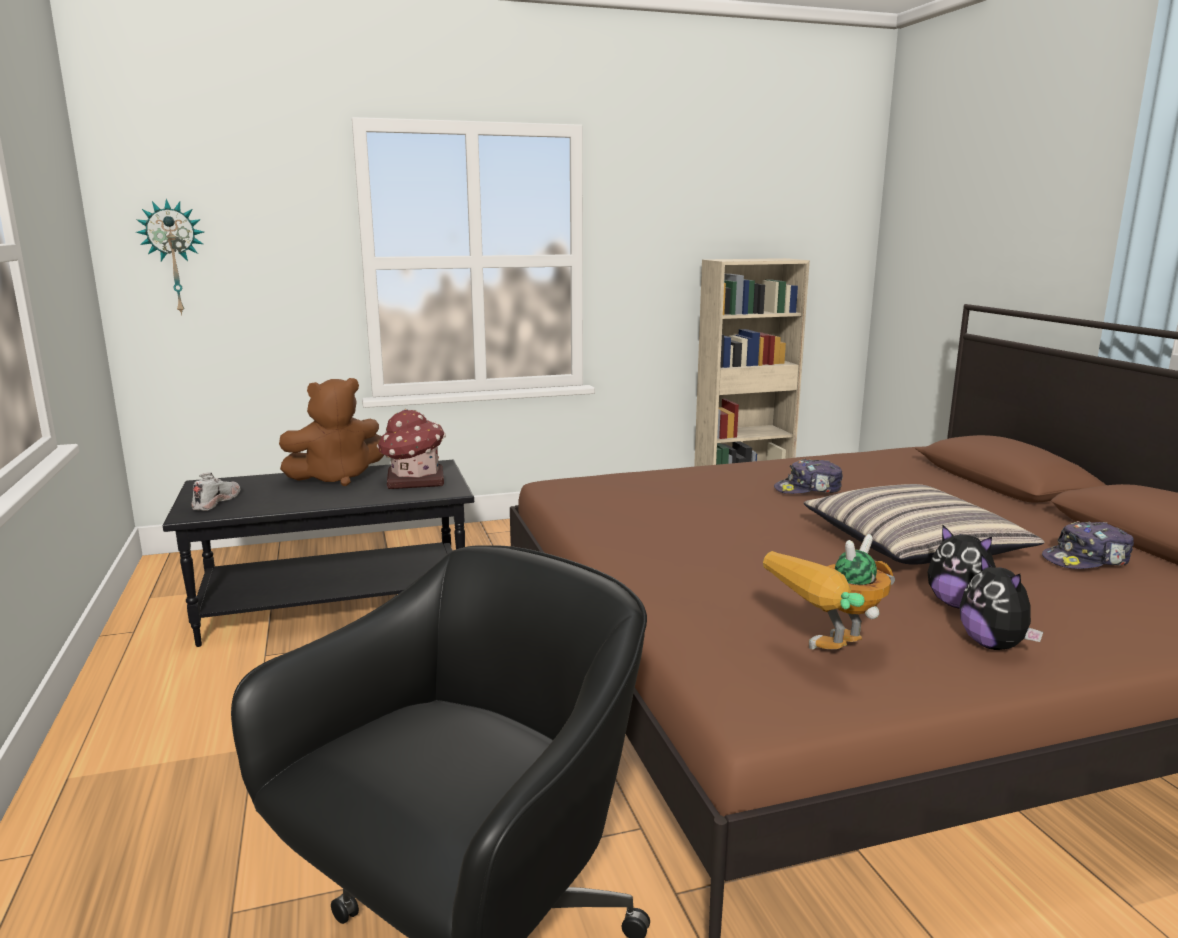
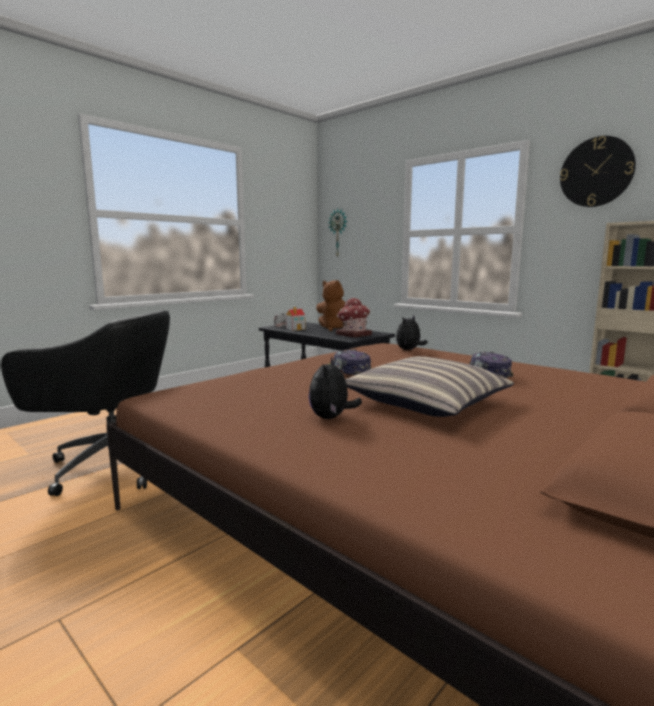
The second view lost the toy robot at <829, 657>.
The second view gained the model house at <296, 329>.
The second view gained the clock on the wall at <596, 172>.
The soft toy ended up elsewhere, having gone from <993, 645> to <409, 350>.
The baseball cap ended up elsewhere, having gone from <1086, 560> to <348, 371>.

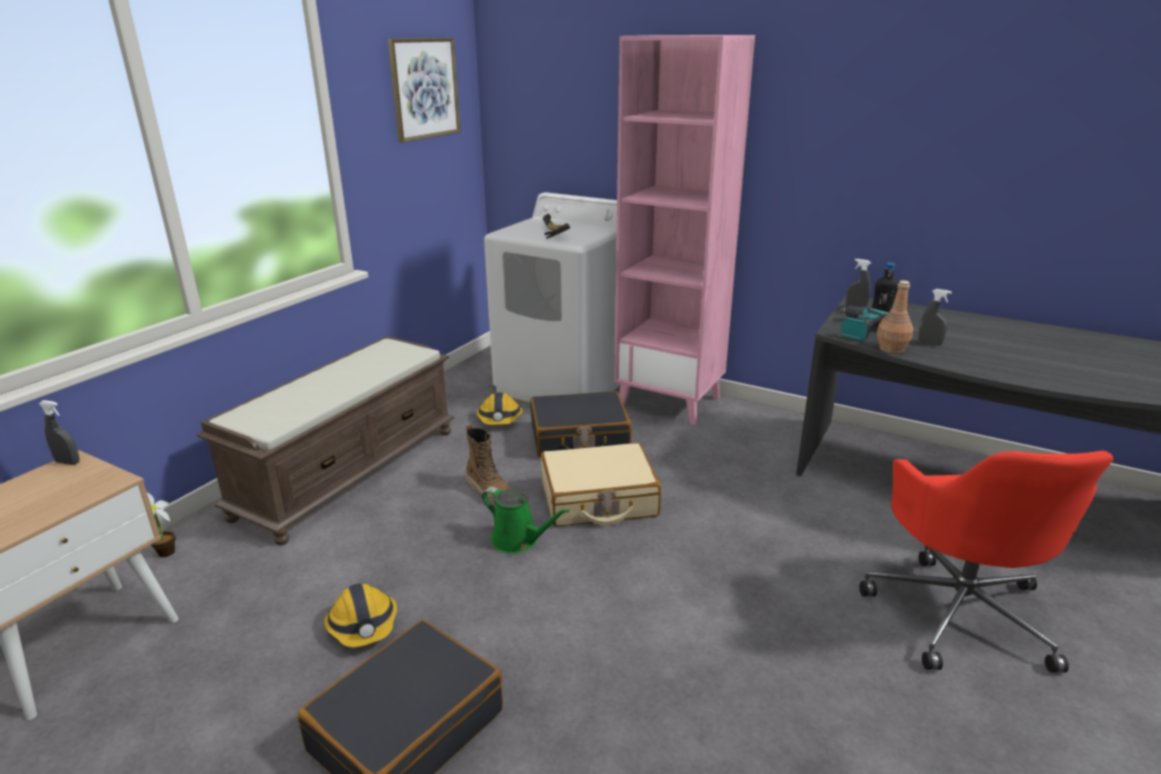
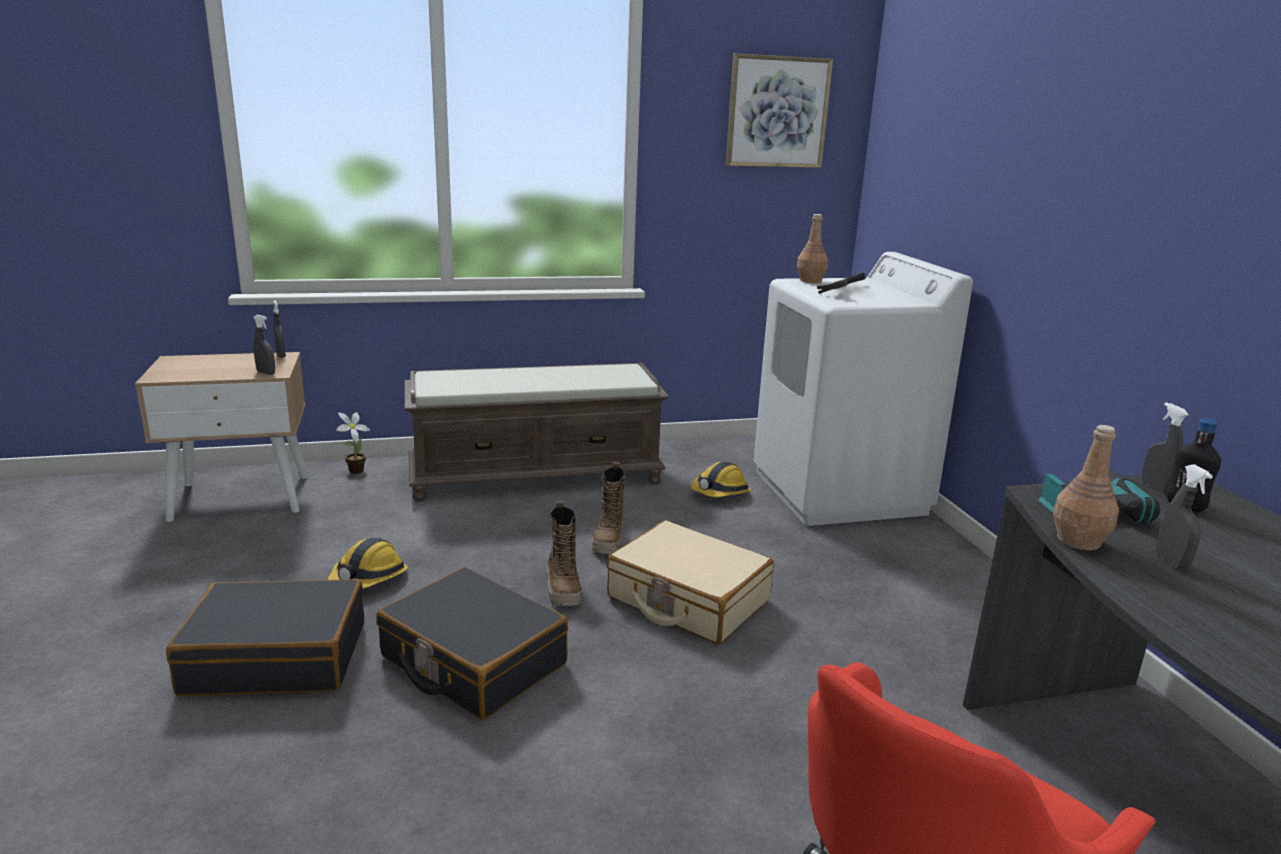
The second view lost the pink bookshelf at <670, 401>.
The second view gained the grey sprayer at <266, 373>.
The second view gained the brown-coloured drink bottle at <810, 280>.
The black piece of luggage ended up elsewhere, having gone from <579, 438> to <472, 661>.
Where the greenish watering can stood at <518, 540>, the boot came to stand at <563, 590>.

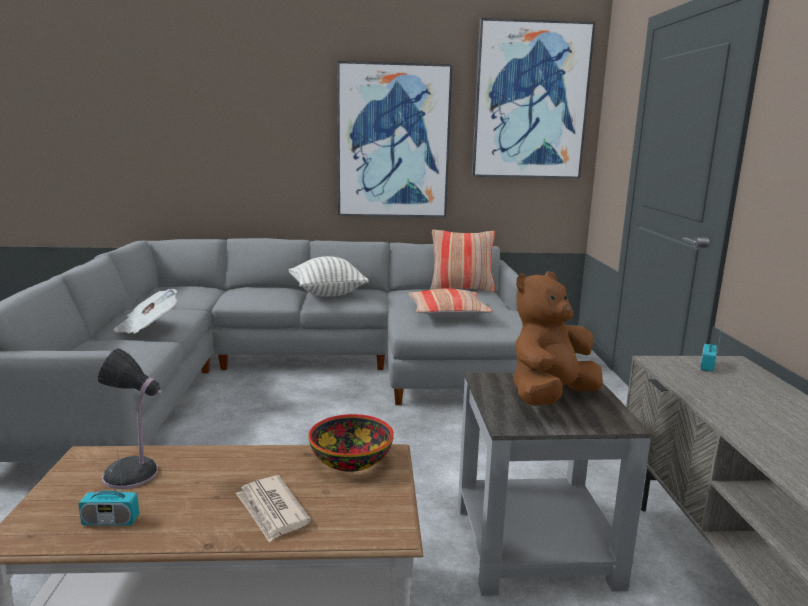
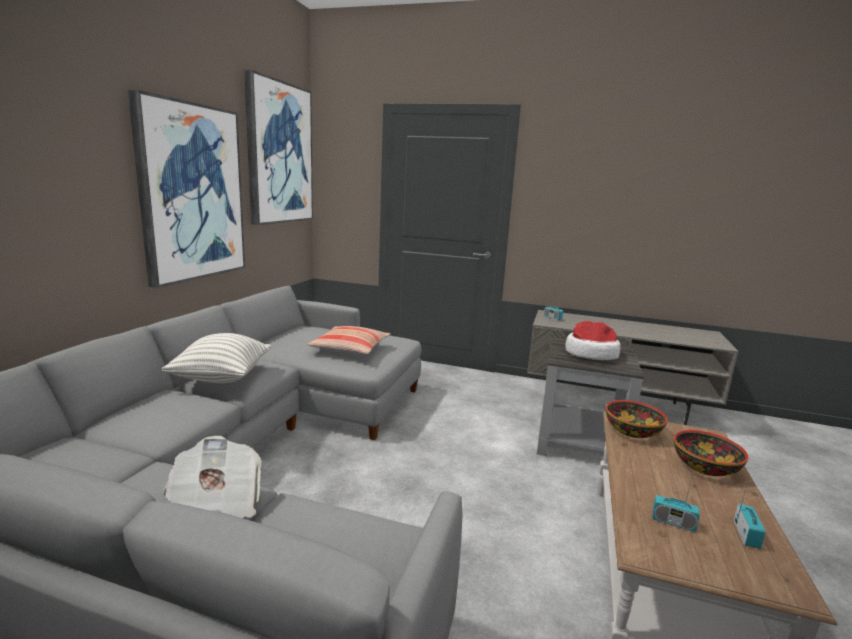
The second view lost the cushion at <461, 289>.
Where the table lamp stood at <134, 475>, the radio set came to stand at <673, 522>.
Where the daily paper stood at <272, 510>, the bowl came to stand at <704, 466>.
Where the brown-coloured soft toy stood at <550, 397>, the clothing hat came to stand at <590, 354>.

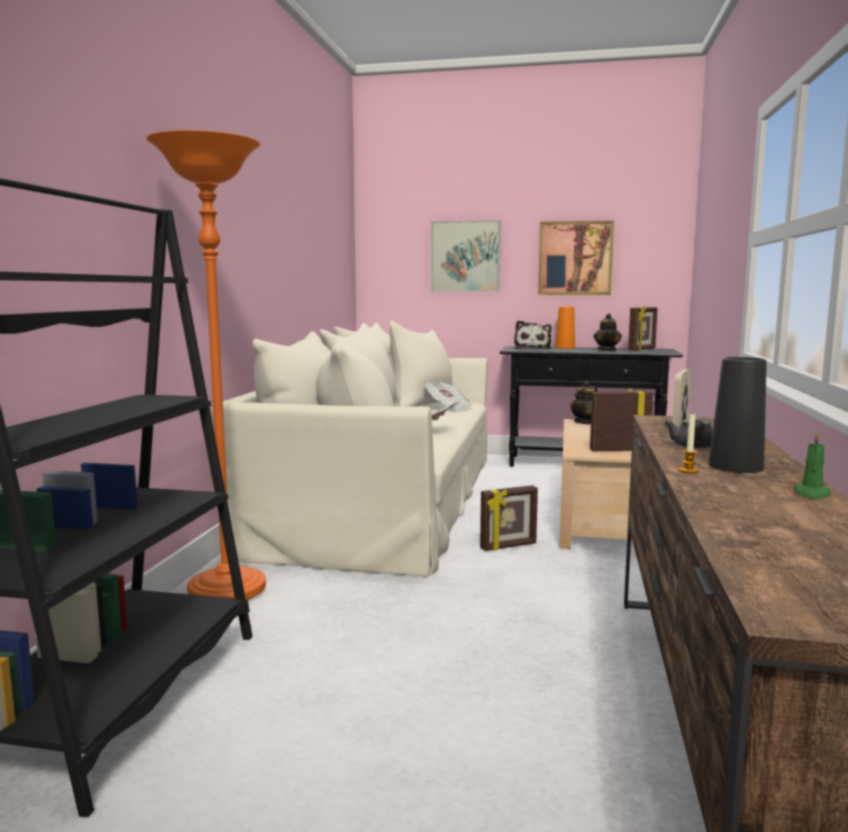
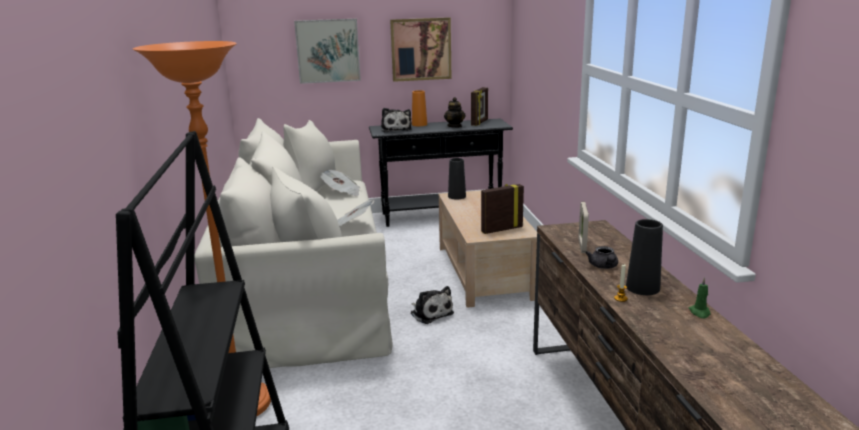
Where the photo frame stood at <508, 546>, the soft toy came to stand at <430, 313>.
Where the teapot stood at <585, 422>, the black flower vase came to stand at <457, 196>.

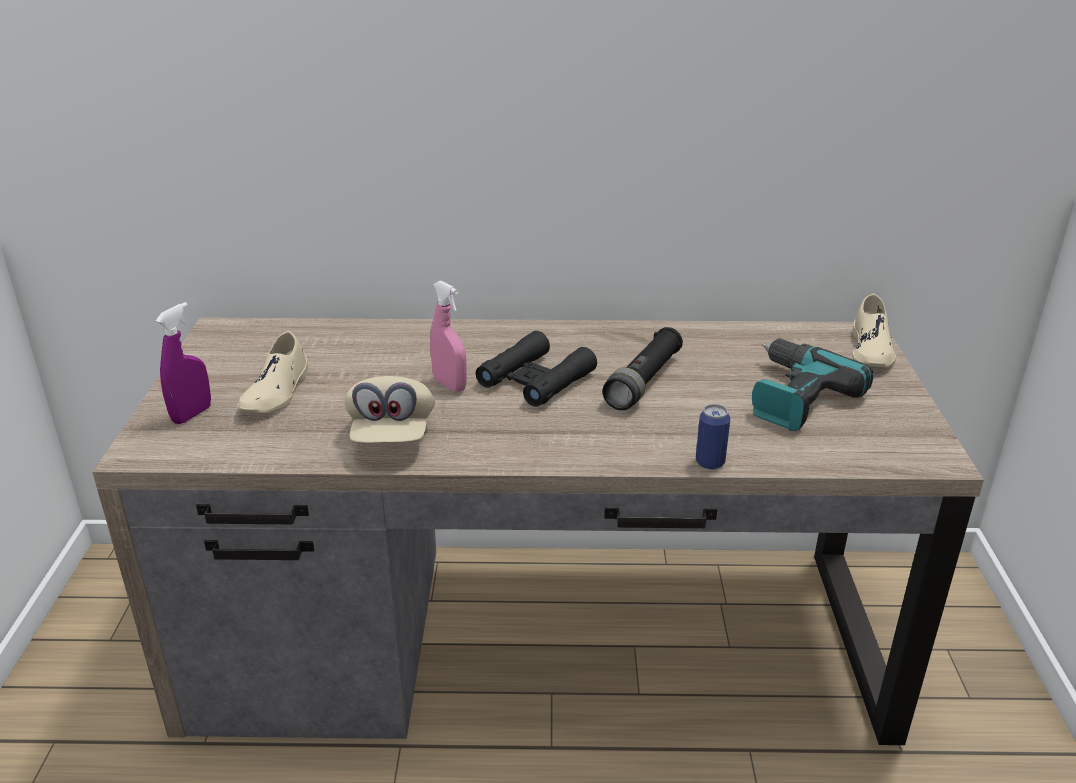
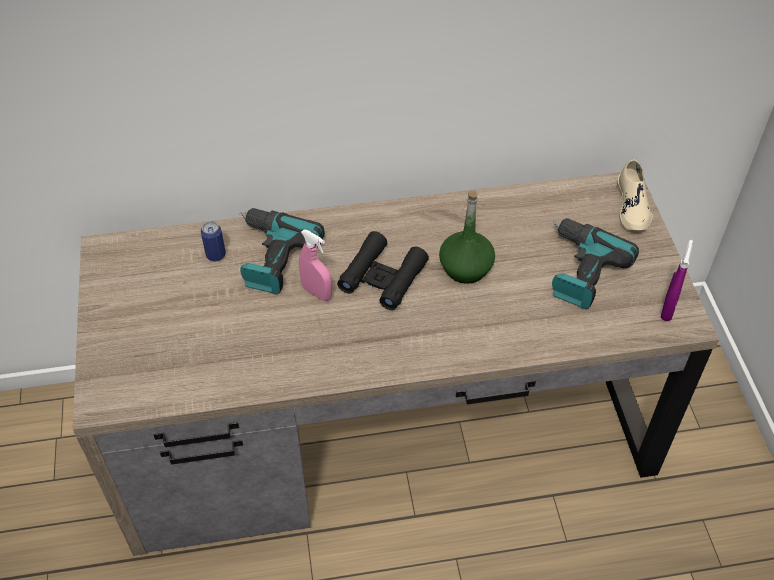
The second view lost the sand-coloured shoe at <276, 392>.
The second view lost the sand-coloured baseball cap at <392, 434>.
The second view gained the electric drill at <271, 257>.
The purple-coloured sprayer ended up elsewhere, having gone from <192, 414> to <667, 309>.
The can ended up elsewhere, having gone from <710, 462> to <216, 255>.
Where the black torch stood at <644, 381>, the greenish drink bottle came to stand at <466, 268>.

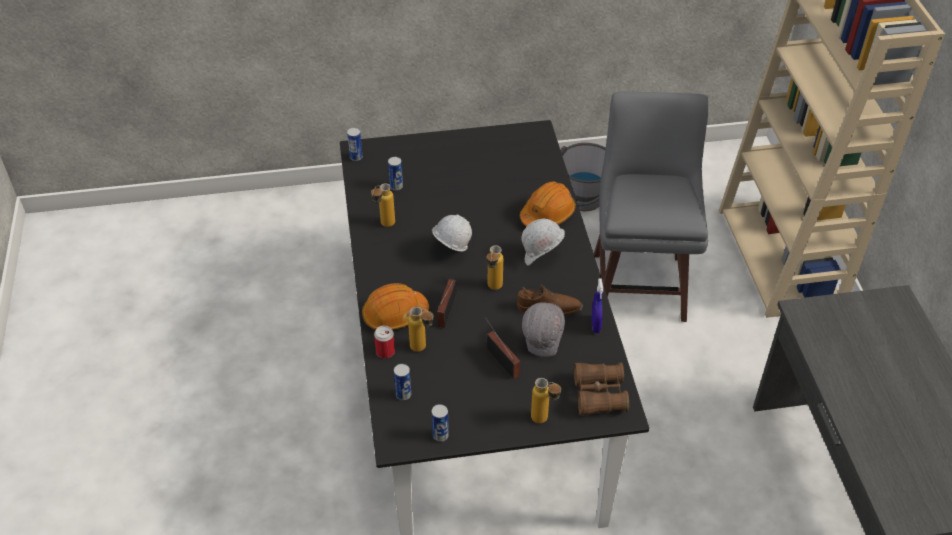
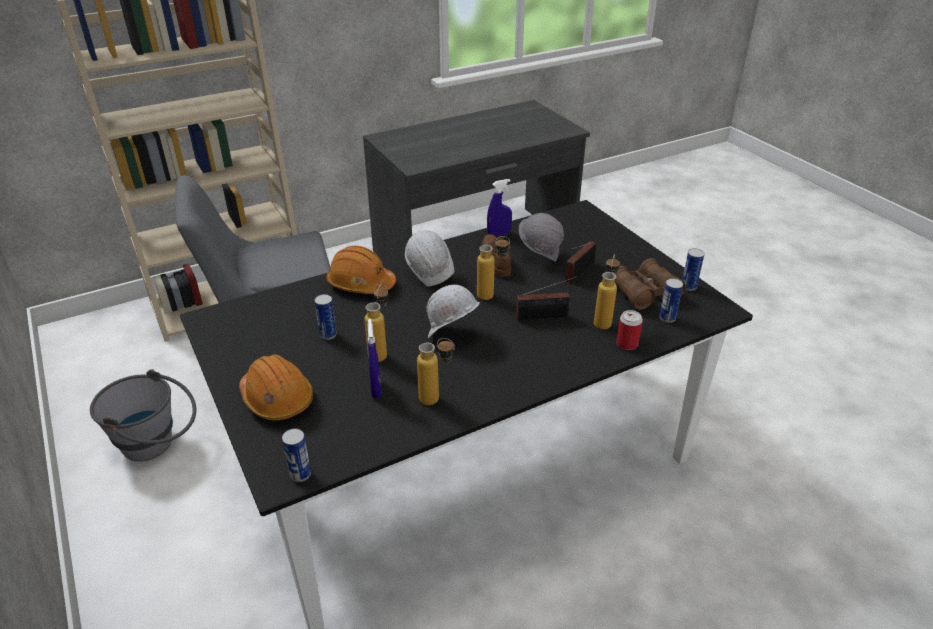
The second view gained the bluish sprayer at <376, 389>.
The orangey work helmet ended up elsewhere, having gone from <394, 315> to <277, 399>.
The can ended up elsewhere, having gone from <396, 186> to <328, 335>.
The drink bottle ended up elsewhere, having gone from <544, 421> to <381, 352>.
The brown-coloured field glasses ended up elsewhere, having gone from <599, 395> to <644, 293>.

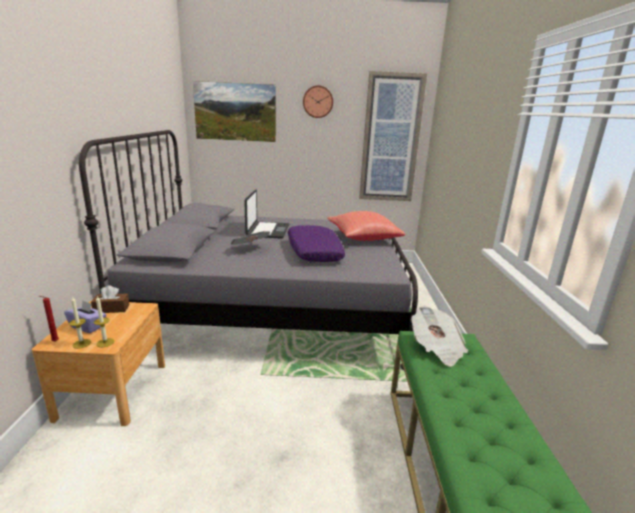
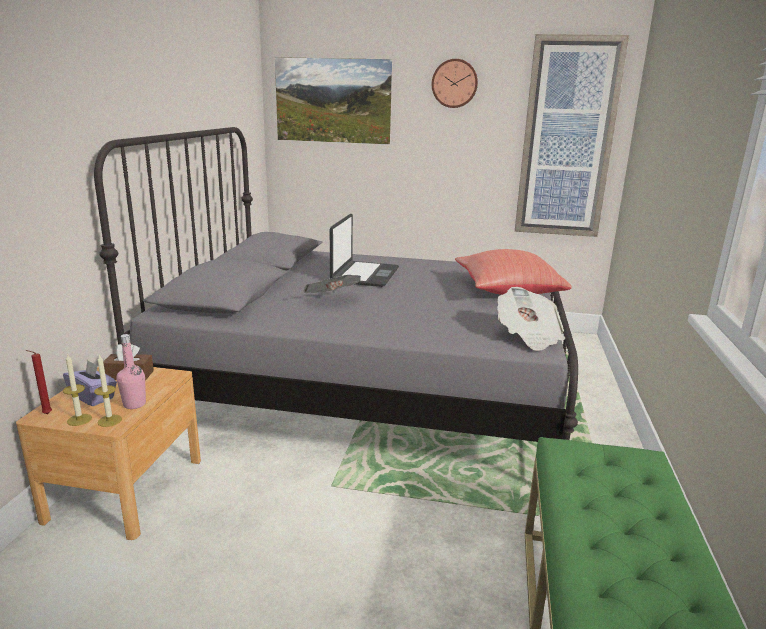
The second view lost the purple-coloured cushion at <313, 252>.
The second view gained the pink drink bottle at <134, 404>.
The daily paper ended up elsewhere, having gone from <436, 348> to <528, 336>.

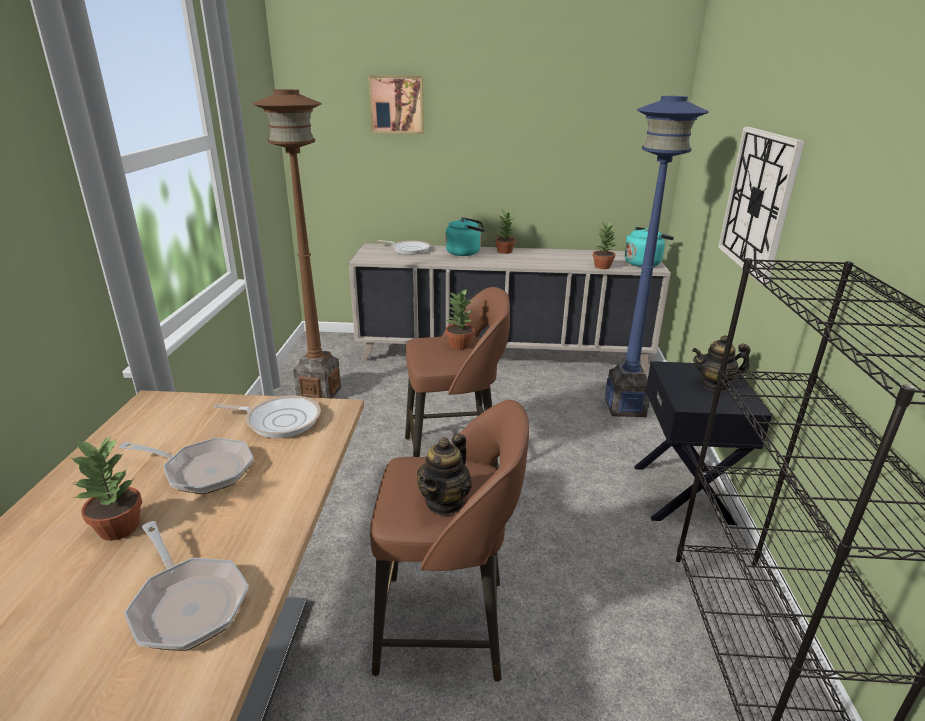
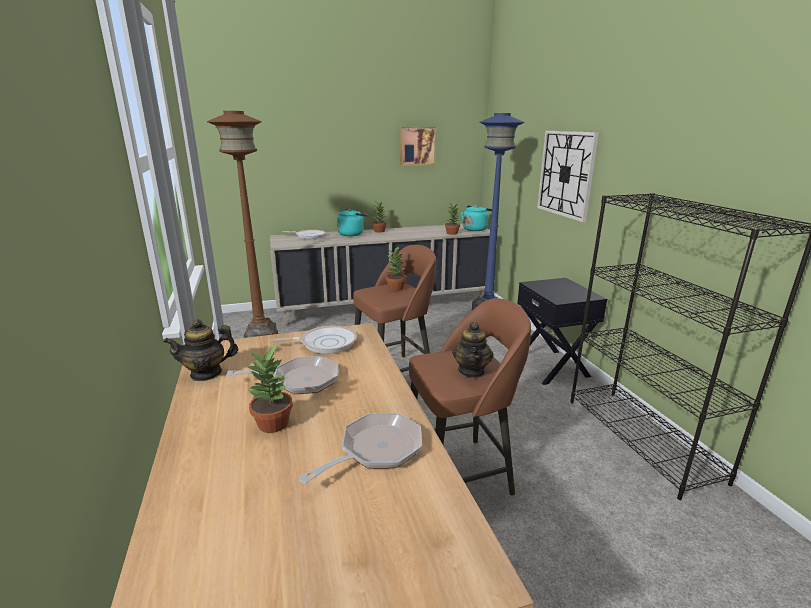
The wall picture ended up elsewhere, having gone from <397, 104> to <417, 146>.
The teapot ended up elsewhere, having gone from <714, 385> to <206, 373>.
The skillet at <187, 603> ended up facing another way, 75 degrees counterclockwise from before.

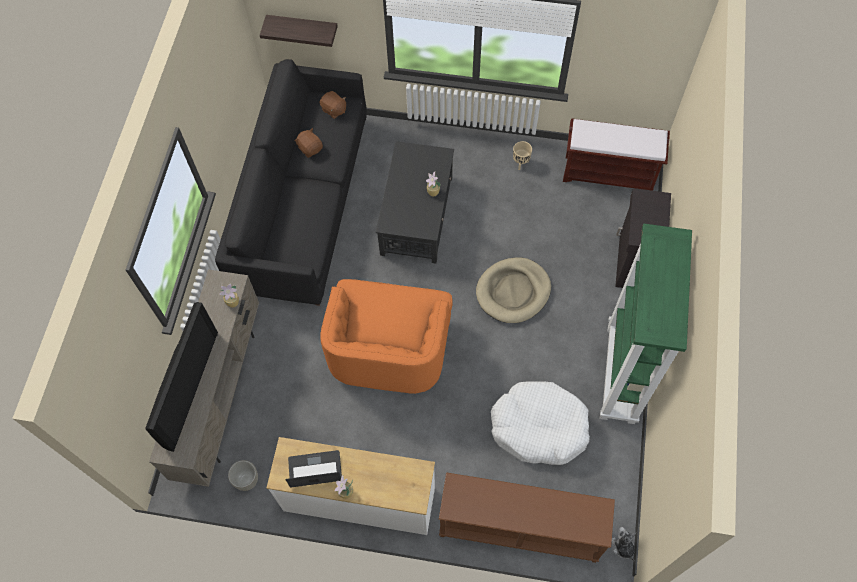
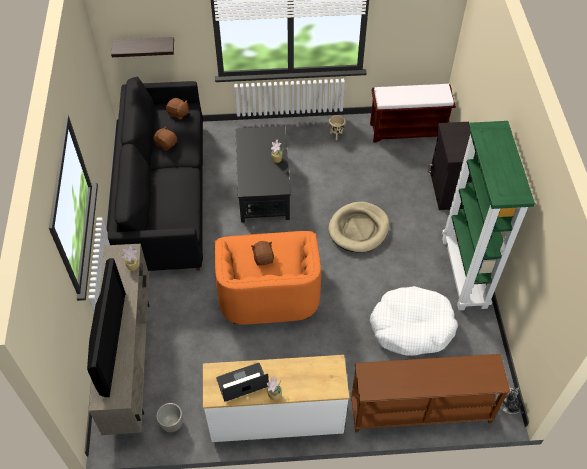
The second view gained the brown-coloured soft toy at <263, 258>.

